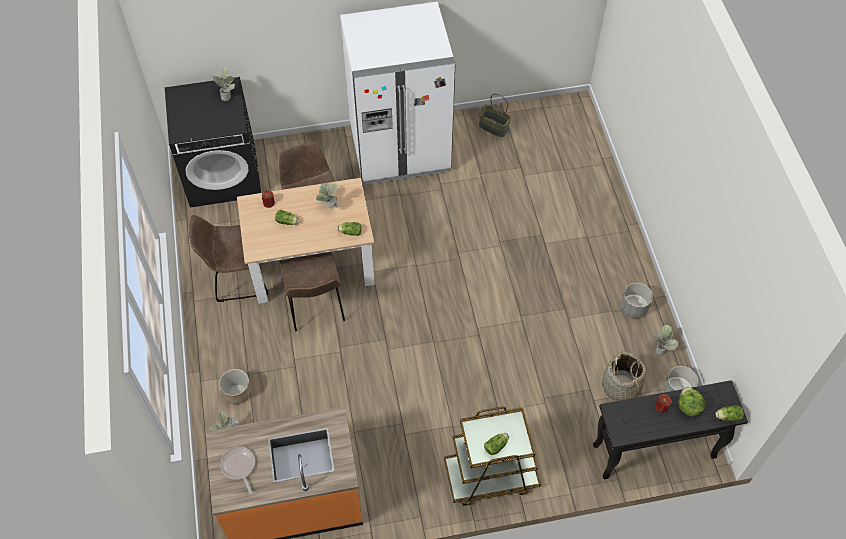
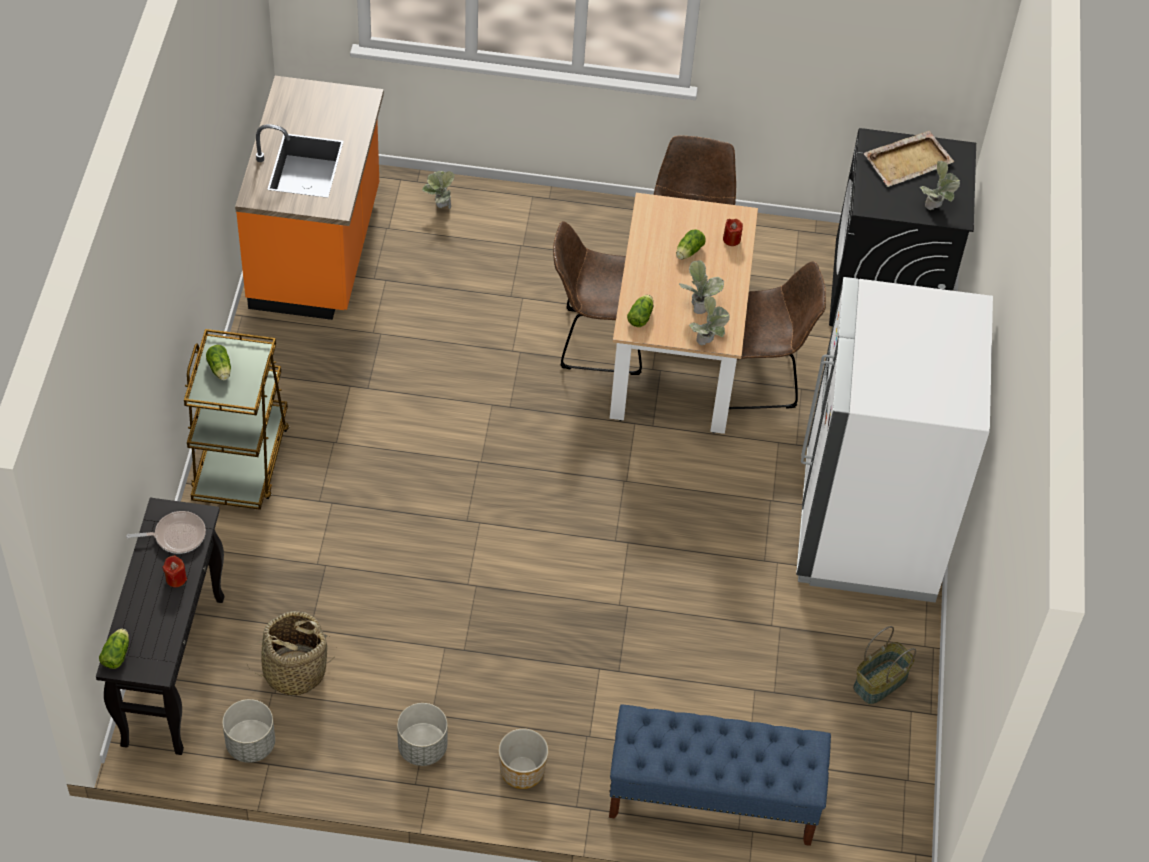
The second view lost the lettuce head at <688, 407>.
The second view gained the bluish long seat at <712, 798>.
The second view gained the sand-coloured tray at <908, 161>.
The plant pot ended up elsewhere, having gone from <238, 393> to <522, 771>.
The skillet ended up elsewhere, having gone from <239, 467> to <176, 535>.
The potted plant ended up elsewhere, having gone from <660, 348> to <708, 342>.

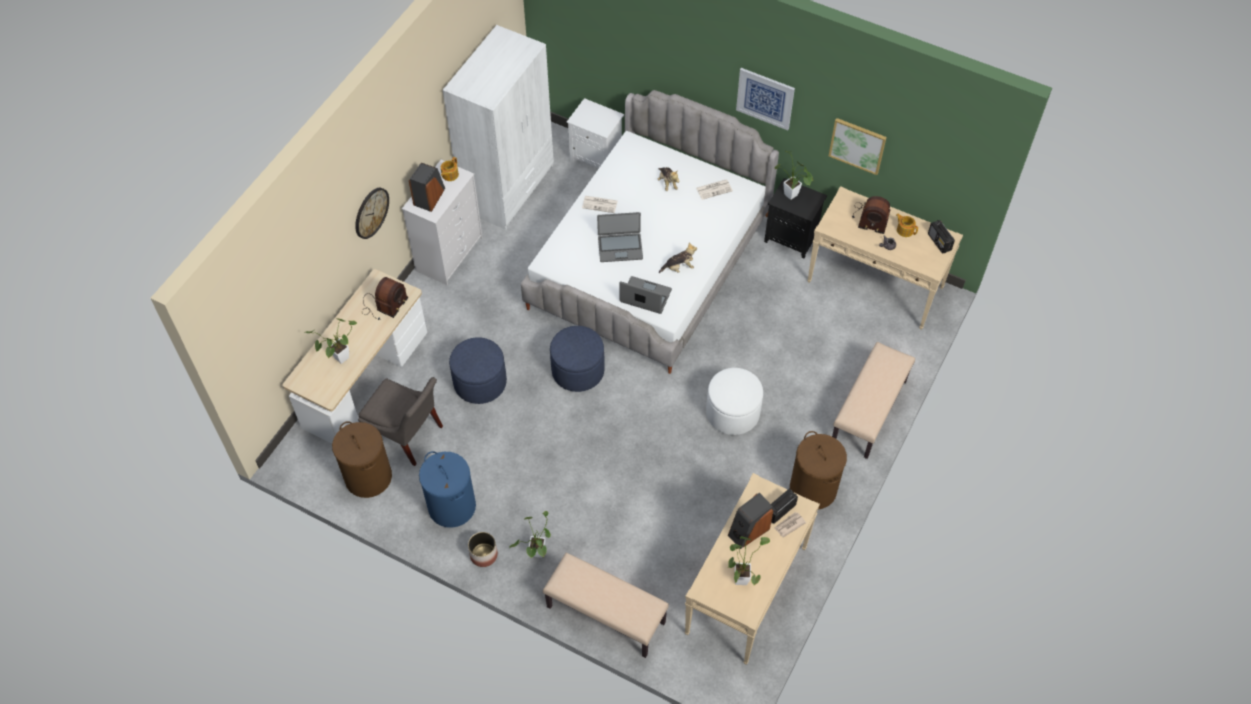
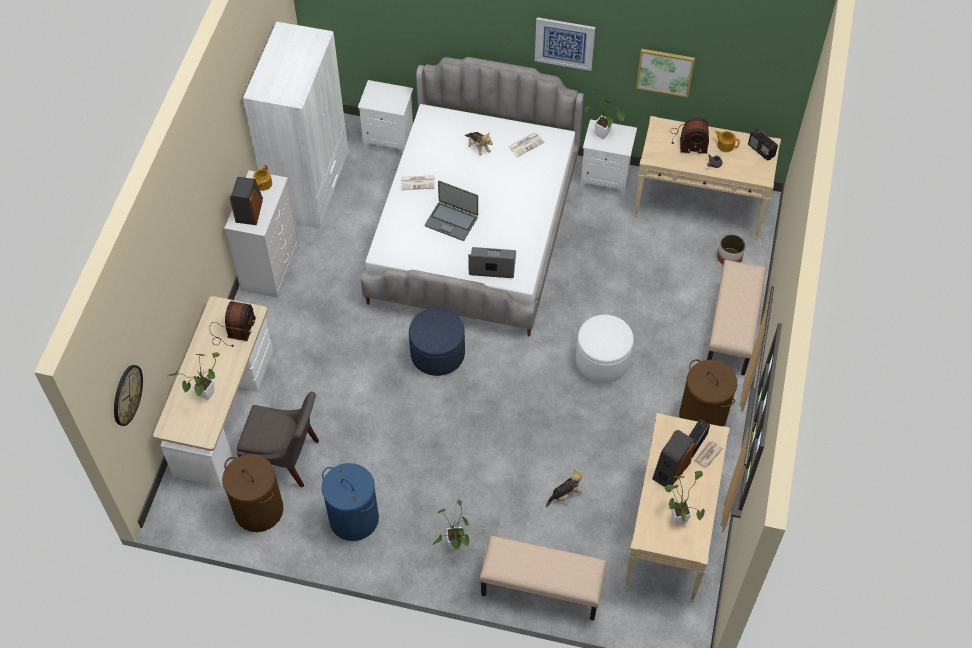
The second view lost the bluish pouffe at <480, 382>.
The clock on the wall ended up elsewhere, having gone from <371, 212> to <127, 395>.
The plant pot ended up elsewhere, having gone from <483, 554> to <729, 257>.
The soft toy ended up elsewhere, having gone from <679, 267> to <565, 495>.
What was the black bedside table at <792, 238> turned into the white-coloured bedside table at <606, 177>.
The laptop at <620, 247> ended up facing another way, 45 degrees clockwise from before.

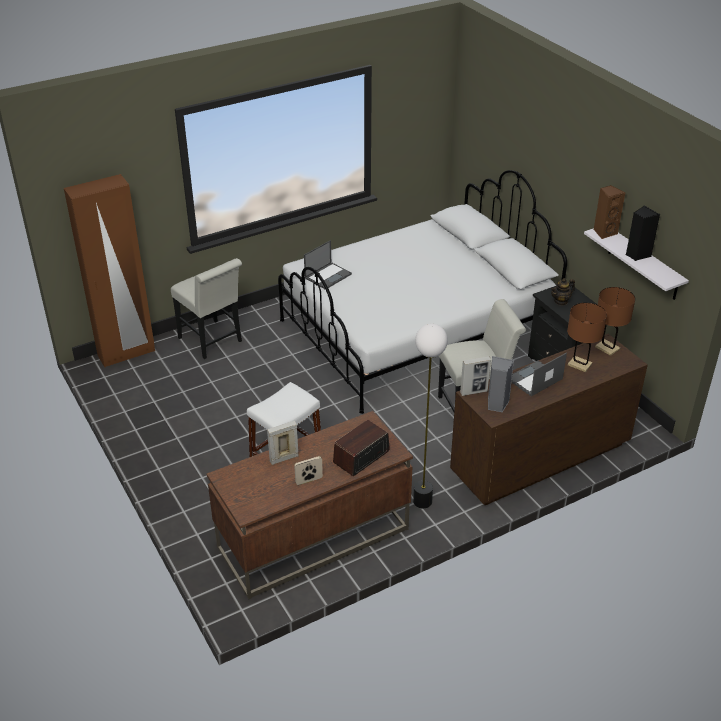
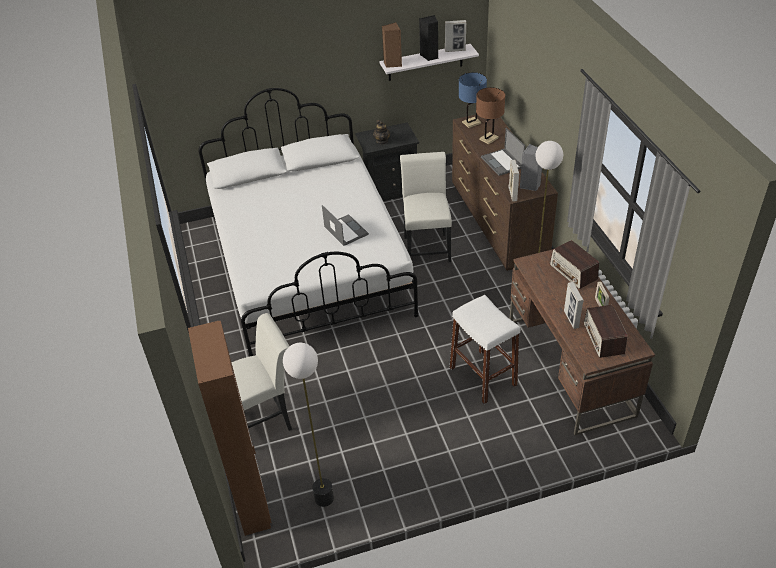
The second view gained the floor lamp at <323, 498>.
The second view gained the photo frame at <455, 50>.
The second view gained the radio set at <603, 339>.
The laptop ended up elsewhere, having gone from <328, 276> to <345, 230>.
What was the brown-coloured table lamp at <607, 348> turned into the bluish table lamp at <471, 123>.

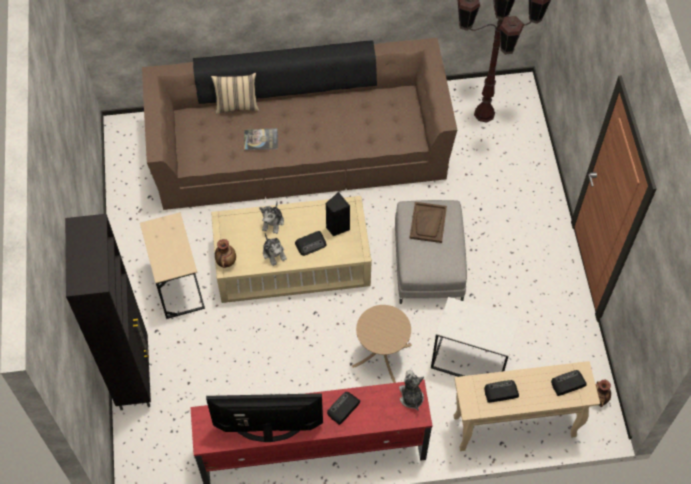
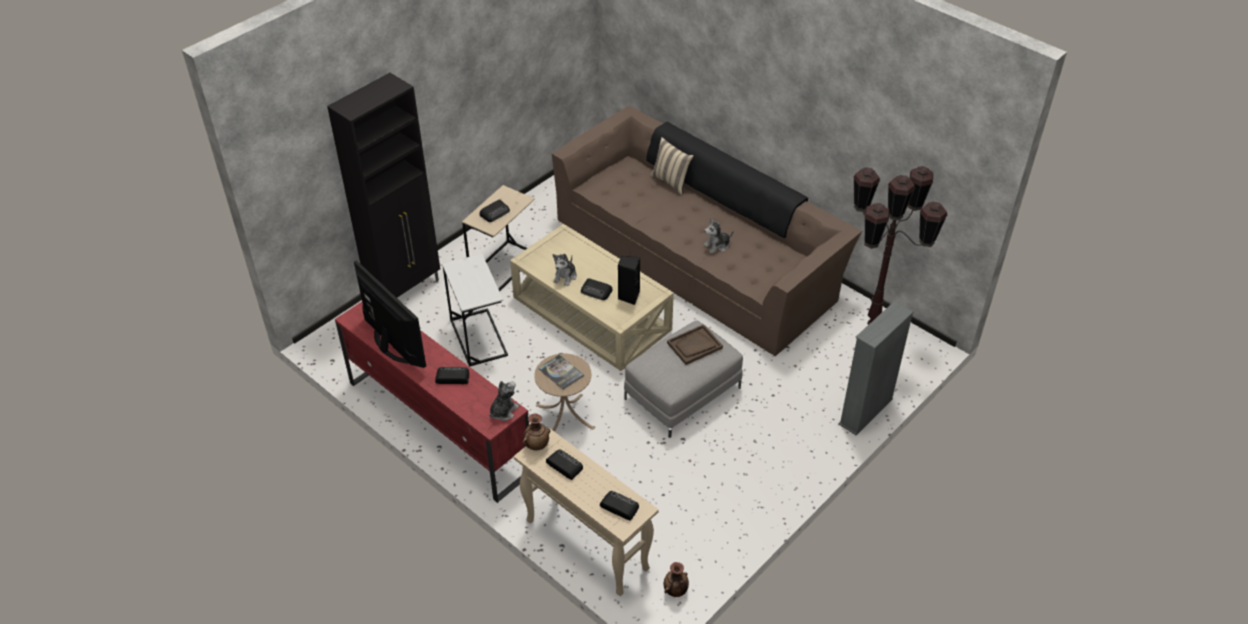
The second view gained the radio set at <495, 213>.
The second view gained the grey bookshelf at <865, 412>.
The flower vase ended up elsewhere, having gone from <226, 261> to <536, 445>.
The book ended up elsewhere, having gone from <261, 140> to <561, 372>.
The soft toy ended up elsewhere, having gone from <273, 222> to <717, 246>.
The white-coloured accent table ended up elsewhere, having gone from <469, 361> to <478, 337>.

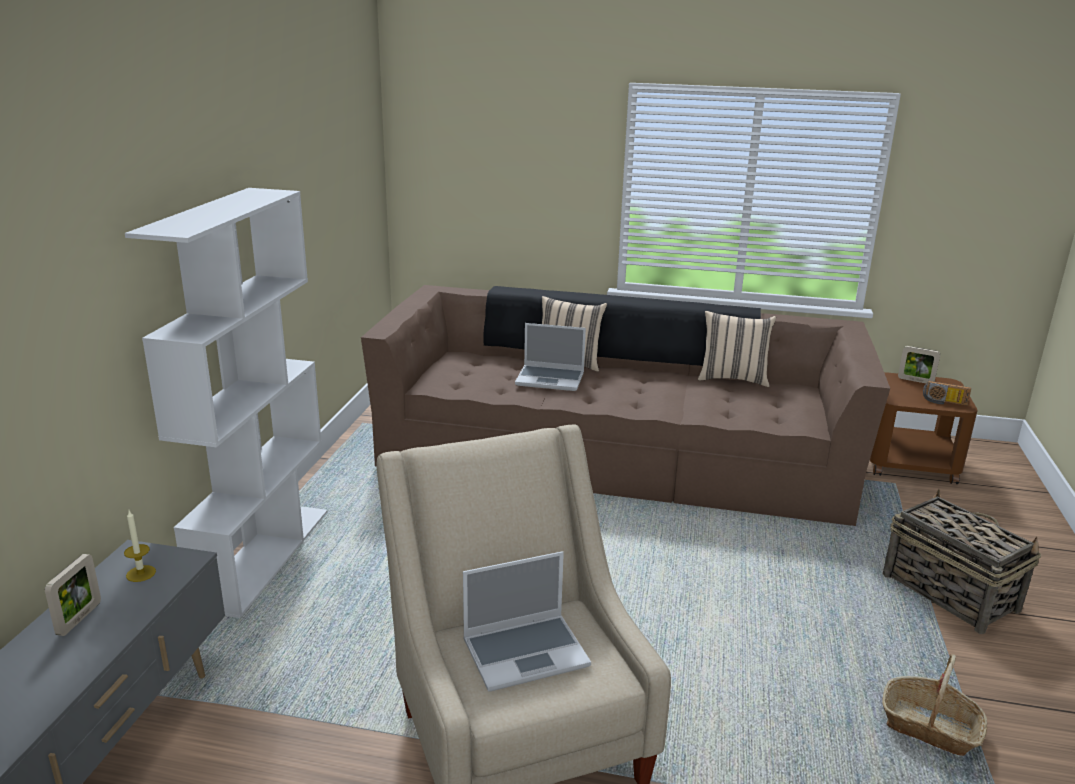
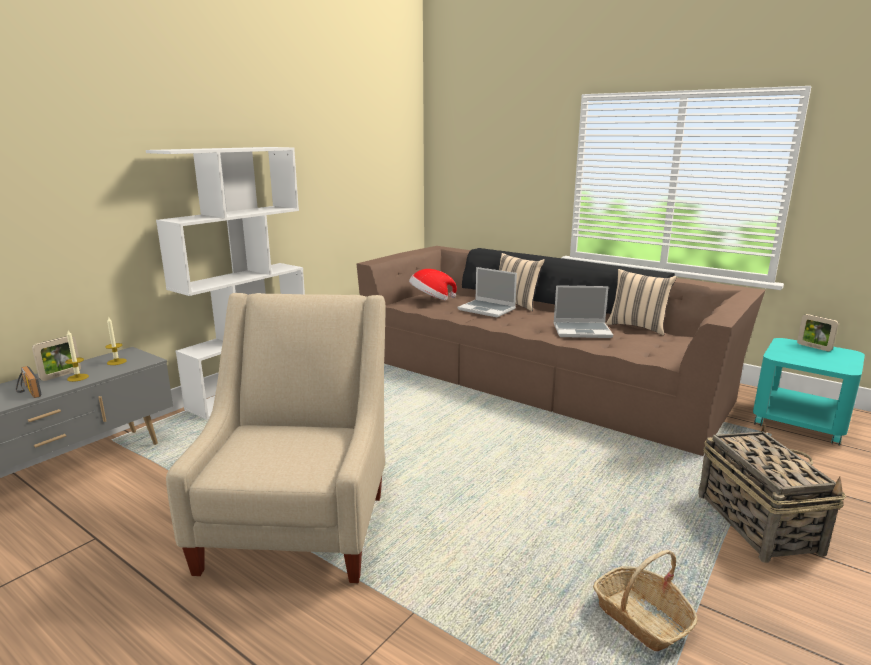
The second view gained the wax light at <78, 377>.
The second view gained the clothing hat at <431, 299>.
The laptop ended up elsewhere, having gone from <526, 652> to <582, 331>.
The radio set ended up elsewhere, having gone from <944, 402> to <27, 391>.
What was the brown-coloured accent table at <908, 461> turned into the turquoise accent table at <799, 421>.

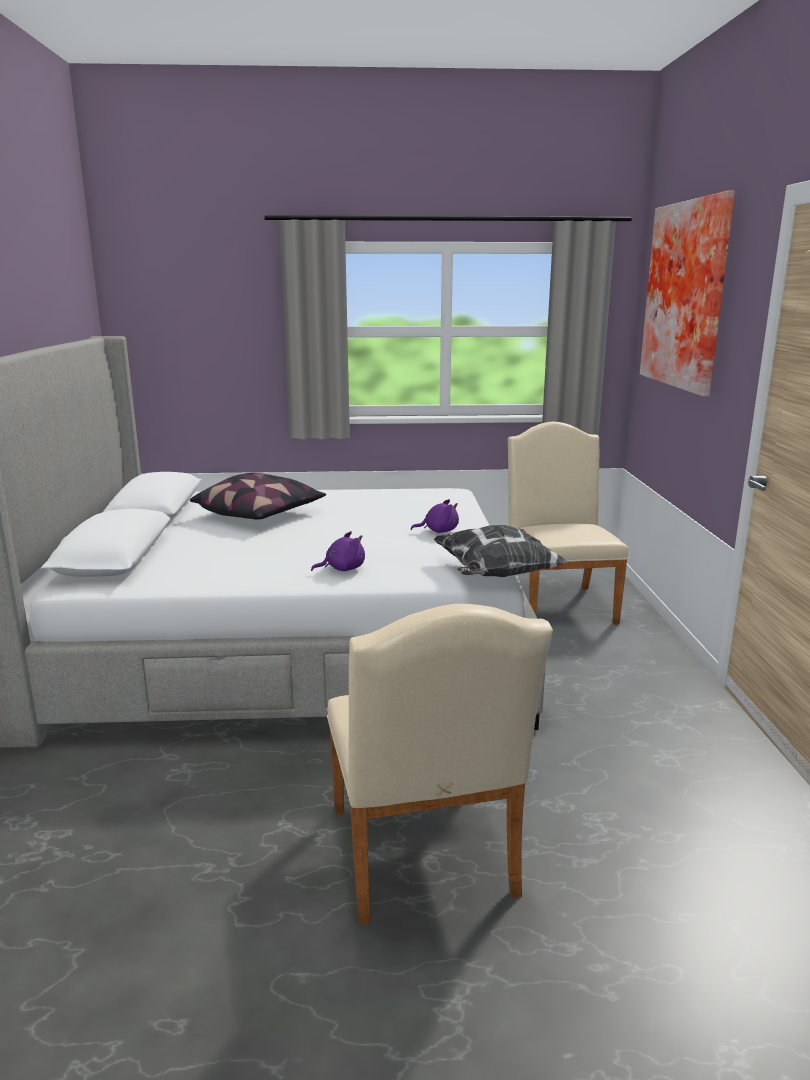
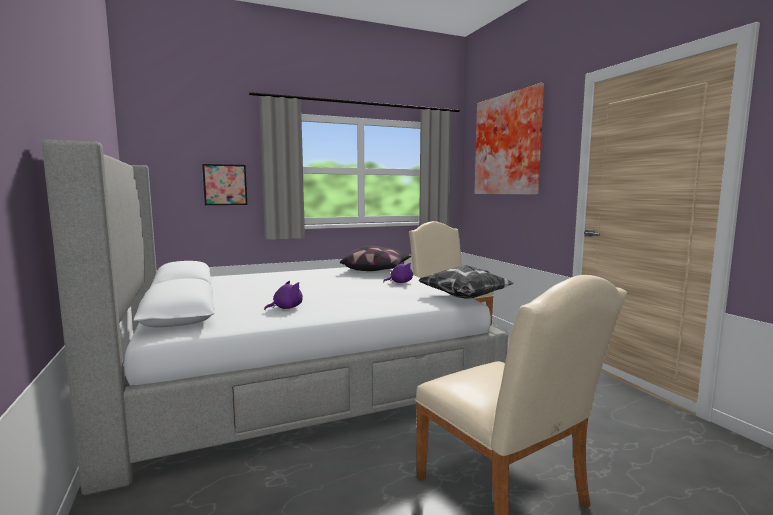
The second view gained the wall picture at <225, 184>.
The cushion ended up elsewhere, having gone from <260, 515> to <377, 270>.
The purple-coloured soft toy ended up elsewhere, having gone from <342, 569> to <286, 308>.

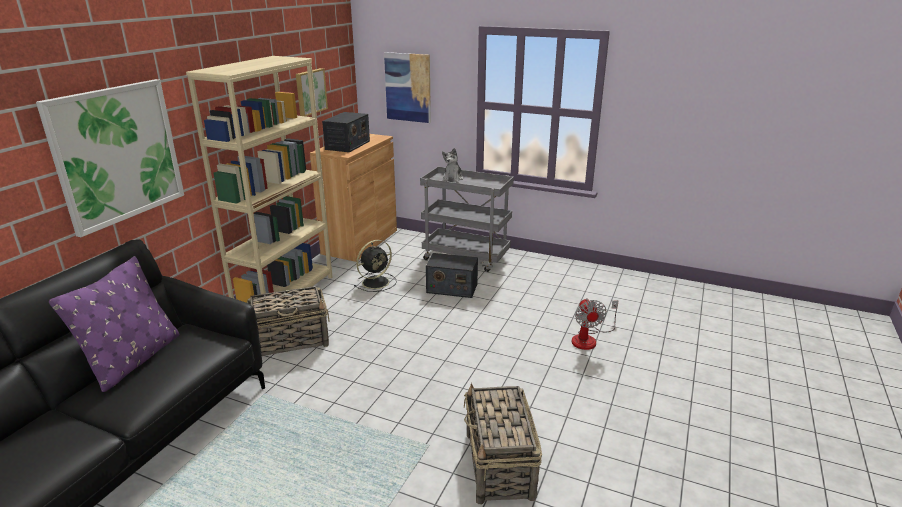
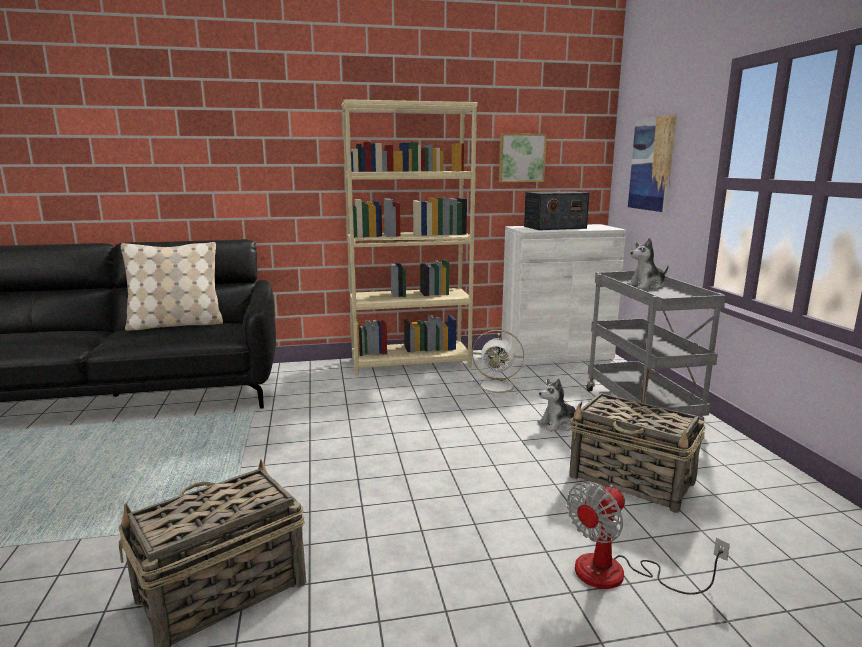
The second view lost the wall picture at <117, 154>.
The household basket ended up elsewhere, having gone from <292, 340> to <632, 480>.
Where the radio set stood at <451, 288>, the soft toy came to stand at <558, 424>.
What was the purple-coloured cushion at <133, 360> turned into the sand-coloured cushion at <176, 324>.
What was the brown-coloured cupboard at <360, 242> turned into the white-coloured cupboard at <556, 353>.
What was the black fan at <376, 282> turned into the white-coloured fan at <498, 386>.

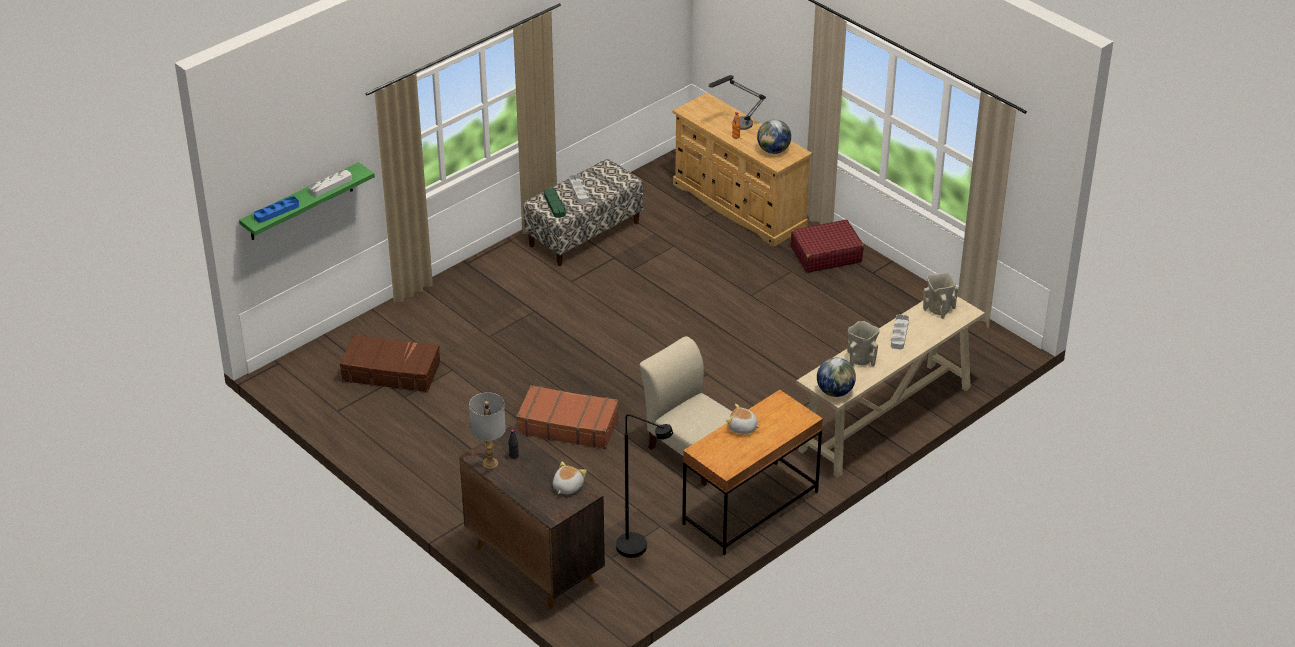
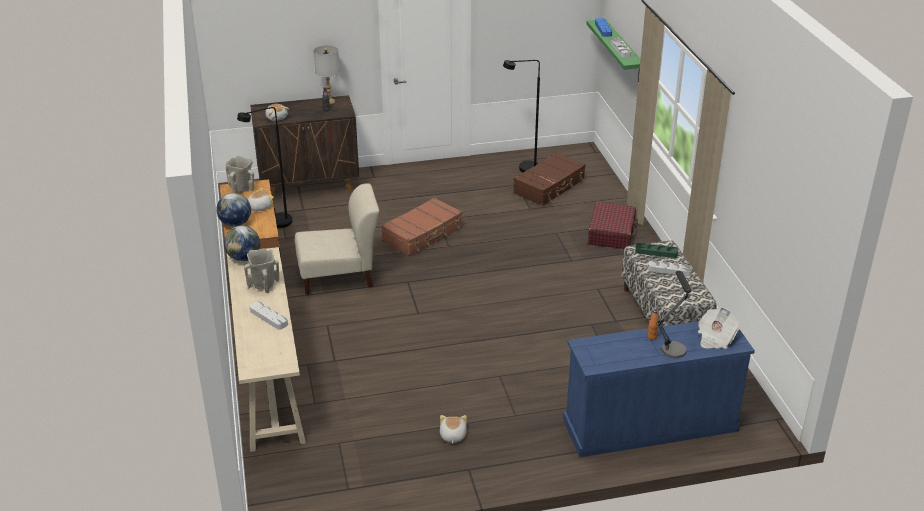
The second view gained the soft toy at <452, 436>.
The second view gained the black floor lamp at <523, 169>.
The second view gained the daily paper at <715, 338>.
The globe ended up elsewhere, having gone from <773, 151> to <235, 224>.
The red piece of luggage ended up elsewhere, having gone from <825, 254> to <611, 233>.
The sand-coloured flower vase ended up elsewhere, having gone from <938, 309> to <242, 189>.
What was the sand-coloured chest of drawers at <740, 205> turned into the bluish chest of drawers at <649, 426>.

